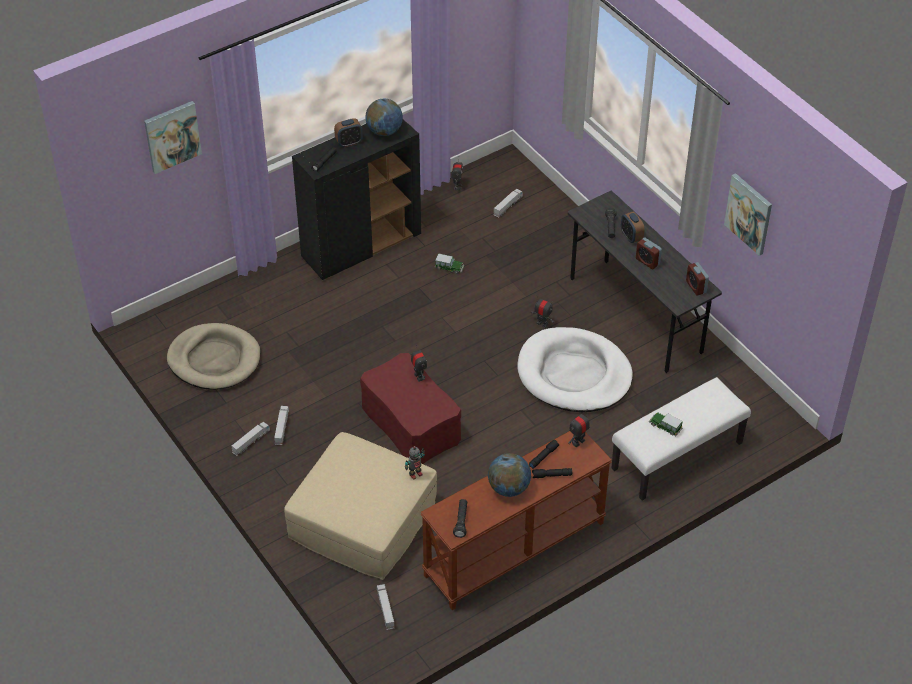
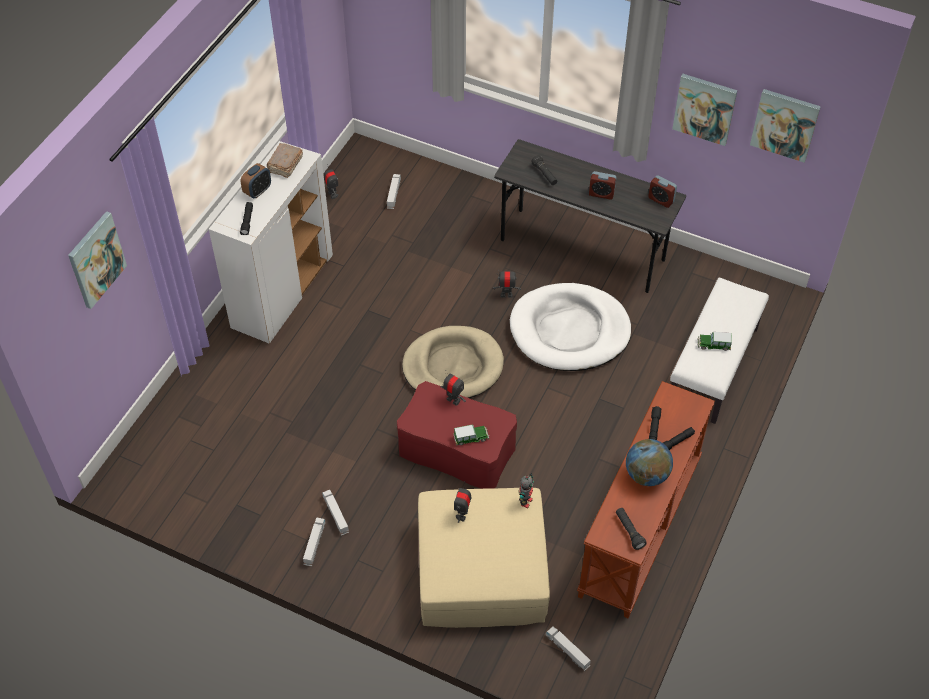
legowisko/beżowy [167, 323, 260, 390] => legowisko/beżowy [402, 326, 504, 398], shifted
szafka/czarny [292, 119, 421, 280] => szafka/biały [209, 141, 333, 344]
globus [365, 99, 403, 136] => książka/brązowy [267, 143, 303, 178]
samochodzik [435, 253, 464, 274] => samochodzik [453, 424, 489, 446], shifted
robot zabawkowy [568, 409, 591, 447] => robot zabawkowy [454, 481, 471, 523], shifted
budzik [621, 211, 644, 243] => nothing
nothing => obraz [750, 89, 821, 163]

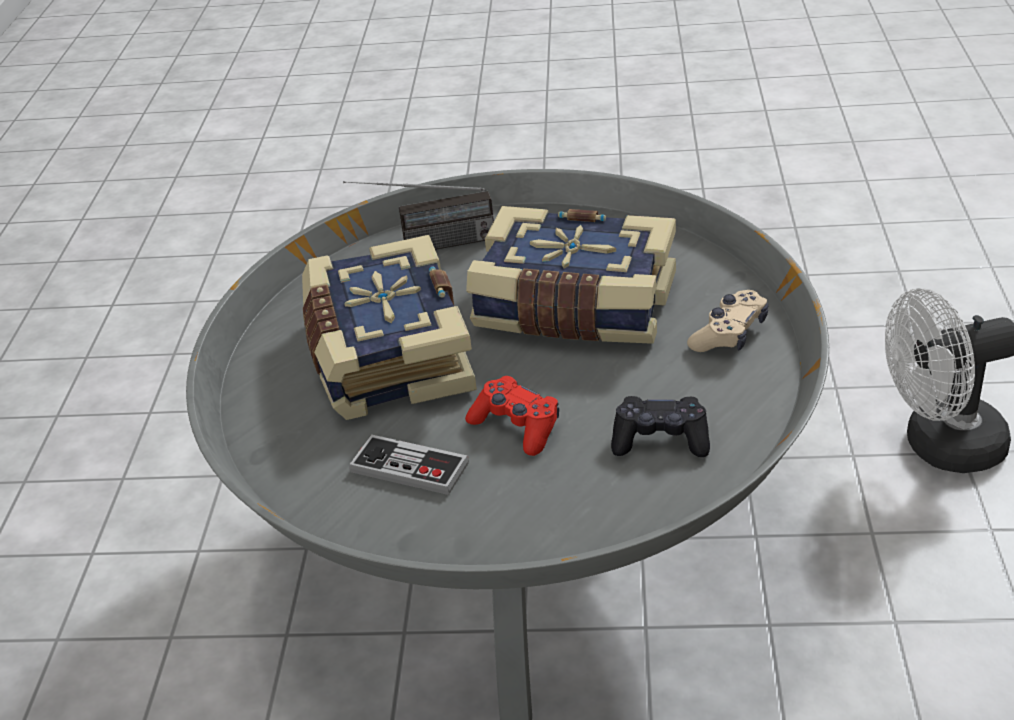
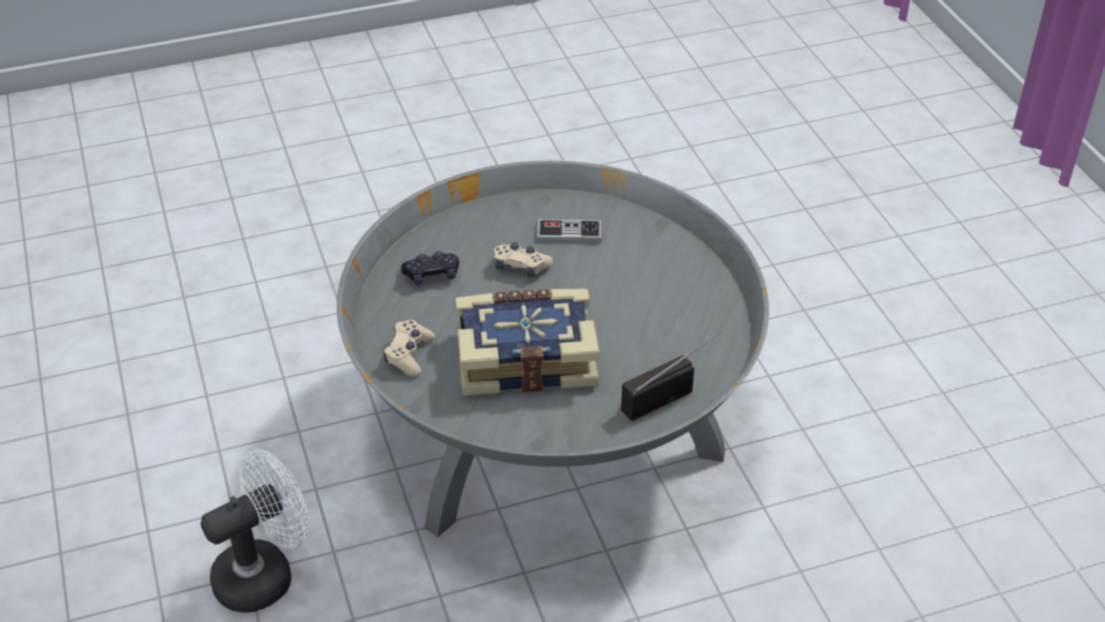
książka [302, 235, 477, 420] => nothing
pad do gier/czerwony [465, 376, 559, 456] => pad do gier/beżowy [494, 243, 553, 277]

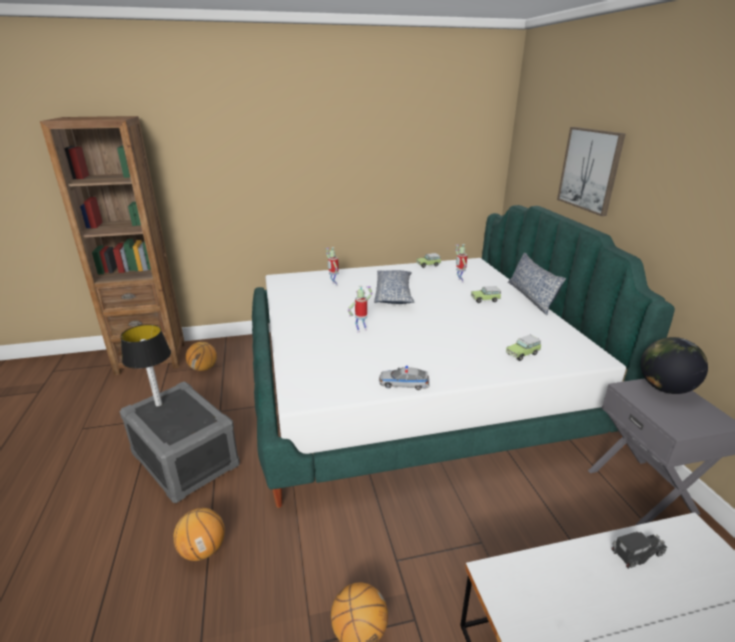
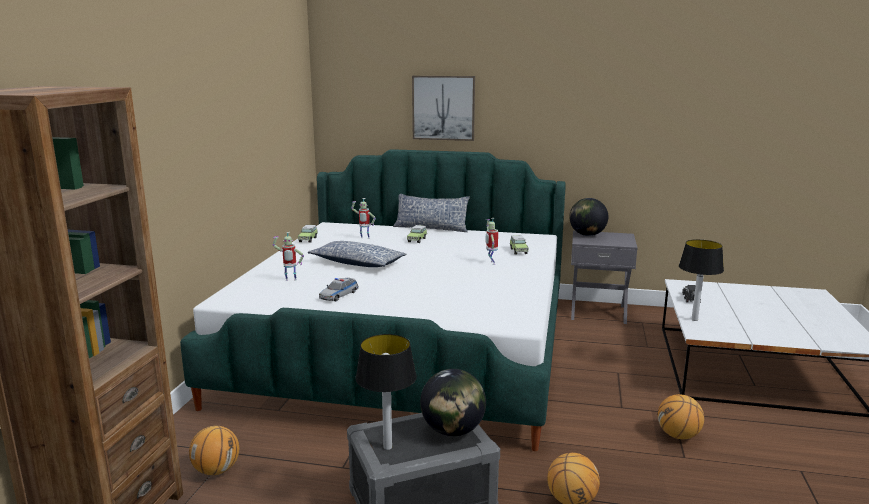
robot zabawkowy [348, 286, 373, 333] => robot zabawkowy [485, 218, 498, 265], shifted
samochodzik [379, 366, 430, 390] => samochodzik [319, 277, 359, 302], shifted
nothing => globus [420, 369, 486, 436]
nothing => lampa stołowa [679, 239, 724, 321]

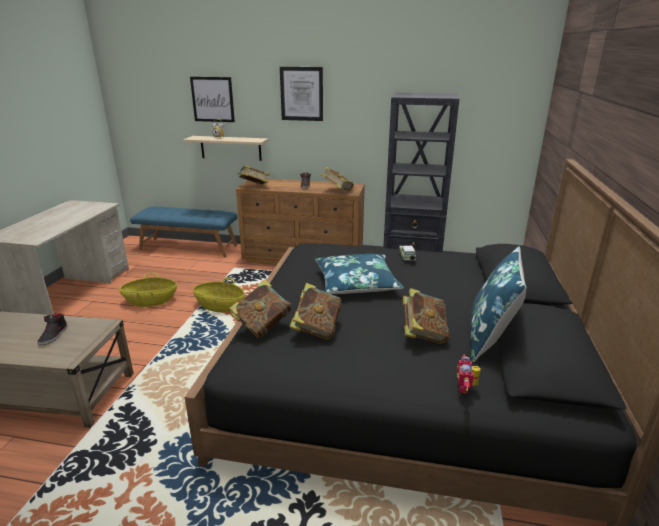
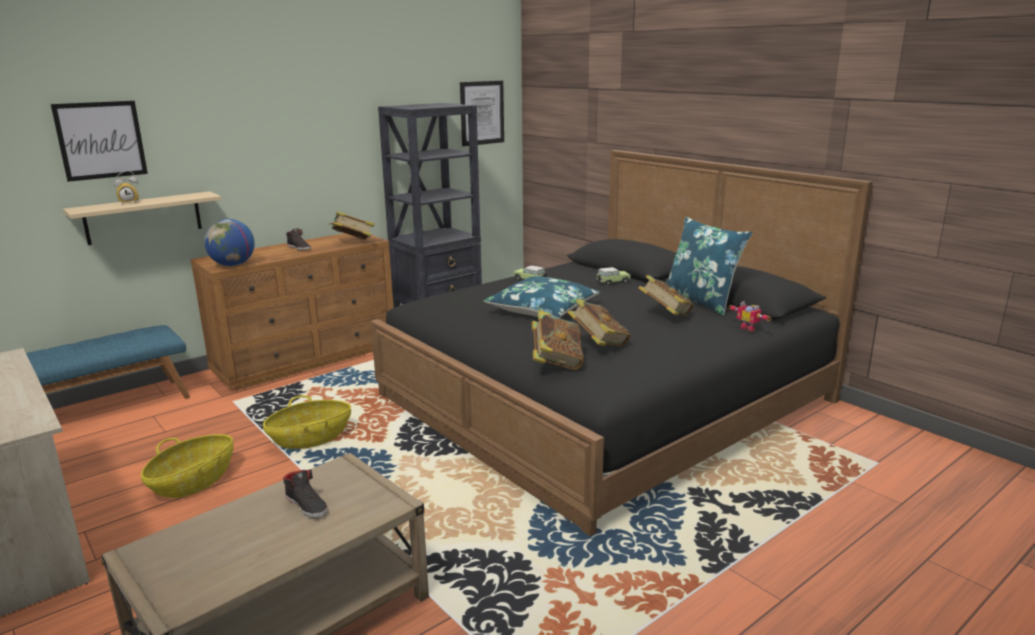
książka [237, 165, 270, 184] => globus [204, 219, 255, 266]
obraz [280, 67, 323, 121] => obraz [460, 80, 504, 146], shifted
nothing => samochodzik [597, 267, 631, 286]

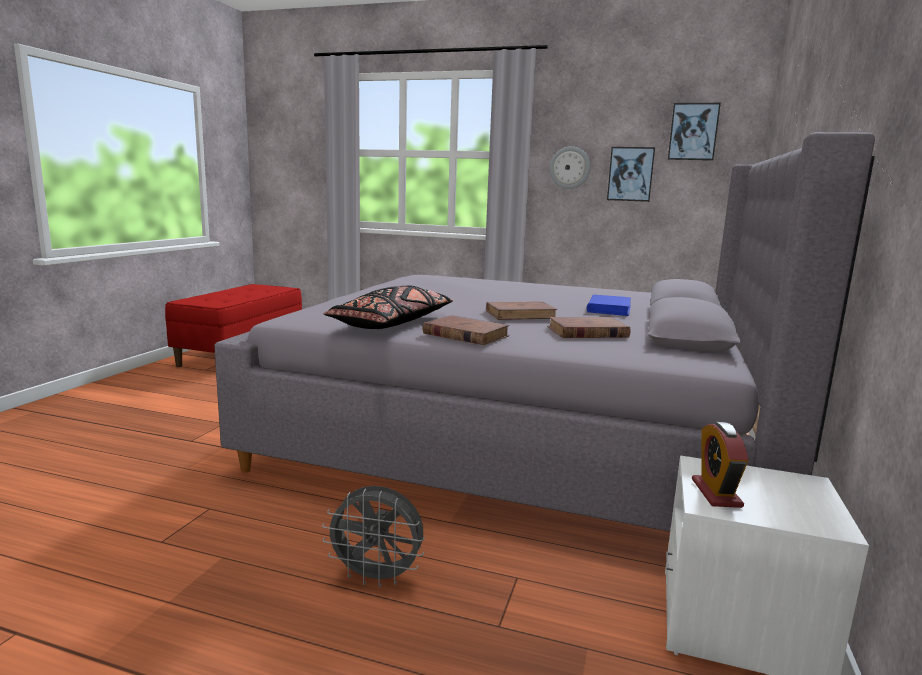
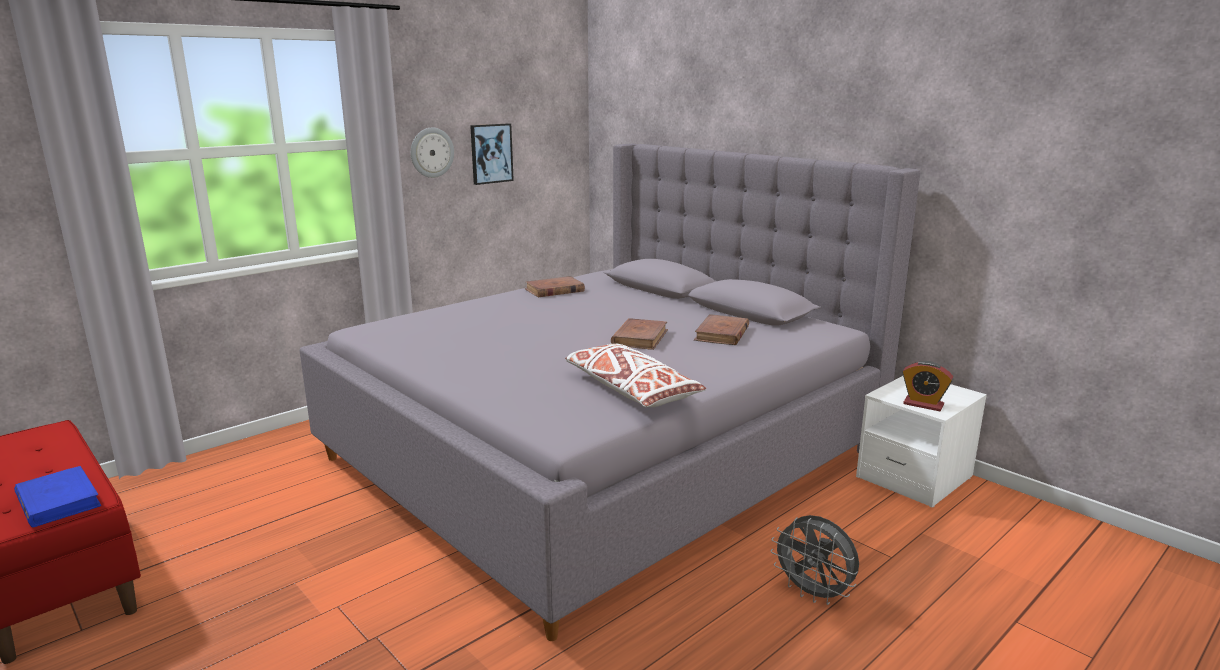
wentylator/szary [322, 486, 425, 588] => wentylator/szary [771, 515, 859, 605], 90 degrees clockwise
poduszka/czarny [324, 286, 453, 329] => poduszka/biały [565, 344, 706, 407]
książka/brązowy [423, 315, 510, 345] => książka/brązowy [525, 276, 585, 297], shifted
książka/niebieski [587, 295, 631, 316] => książka/niebieski [14, 466, 101, 528], shifted
obraz [668, 103, 721, 161] => nothing

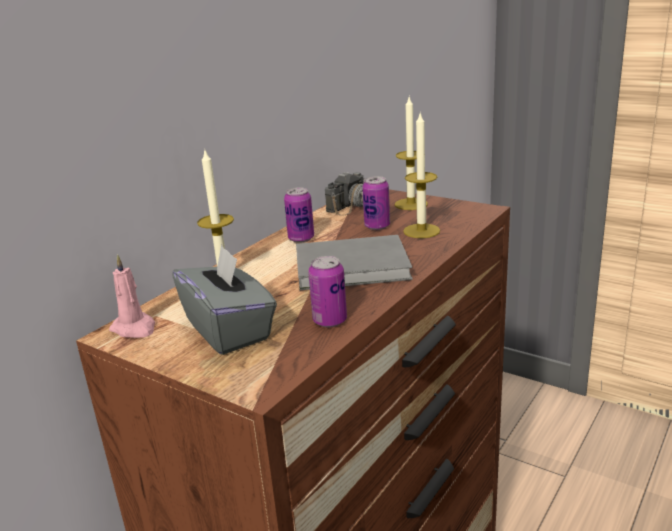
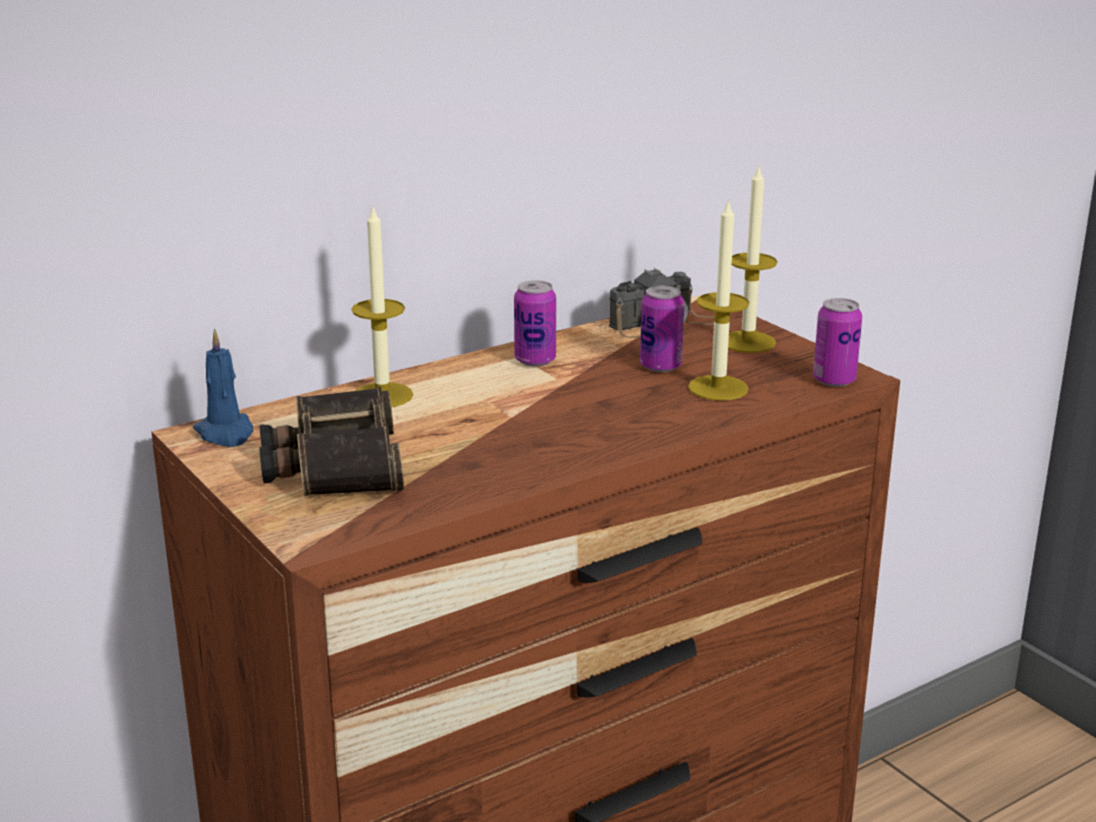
świeca/różowy [109, 254, 155, 338] => świeca/niebieski [193, 329, 253, 447]
pudełko chusteczek/szary [172, 244, 277, 355] => lornetka [260, 387, 404, 496]
książka/szary [296, 235, 413, 290] => nothing
puszka [308, 256, 347, 327] => puszka [813, 298, 862, 387], shifted

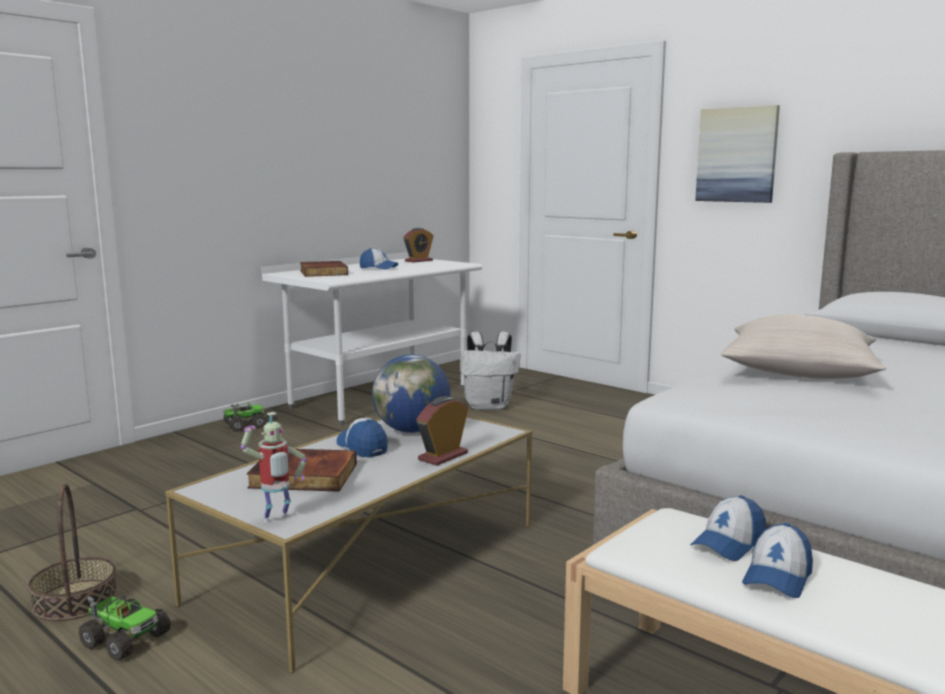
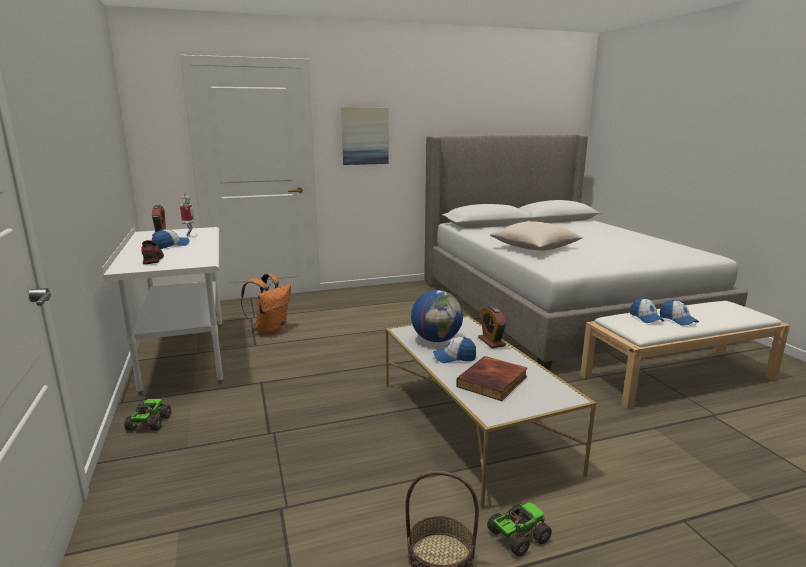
robot zabawkowy [241, 412, 307, 523] => robot zabawkowy [180, 192, 195, 238], shifted
książka [300, 261, 348, 277] => but [141, 240, 164, 264]
plecak/biały [460, 331, 520, 410] => plecak/pomarańczowy [241, 273, 291, 335]

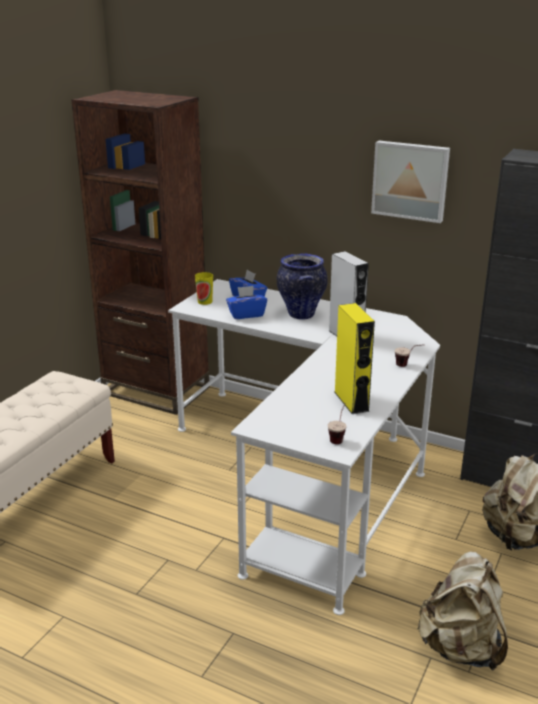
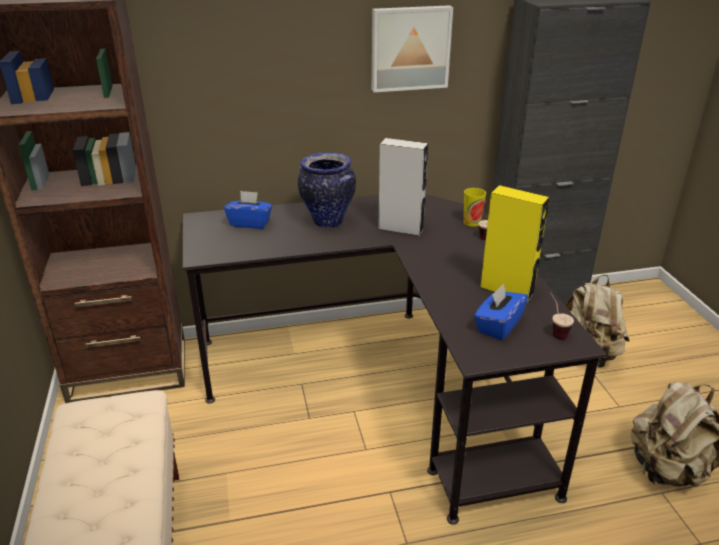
biurko/biały [168, 279, 440, 615] => biurko/czarny [183, 194, 607, 525]
filiżanka [195, 272, 213, 305] => filiżanka [464, 188, 486, 226], shifted
pudełko chusteczek/niebieski [226, 286, 267, 319] => pudełko chusteczek/niebieski [474, 284, 528, 340], shifted

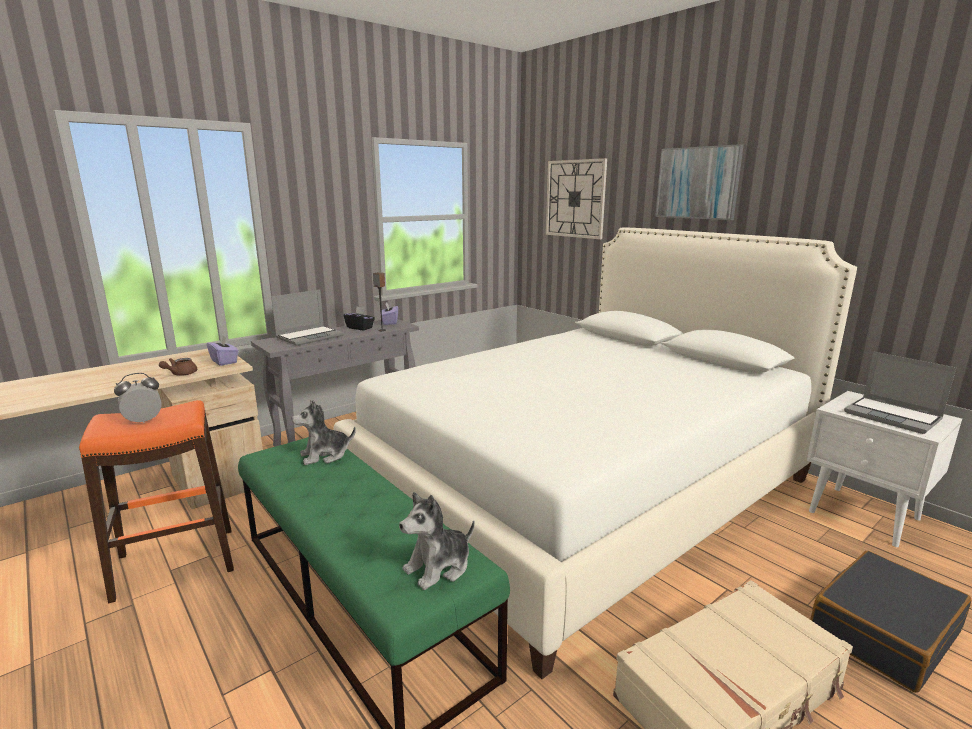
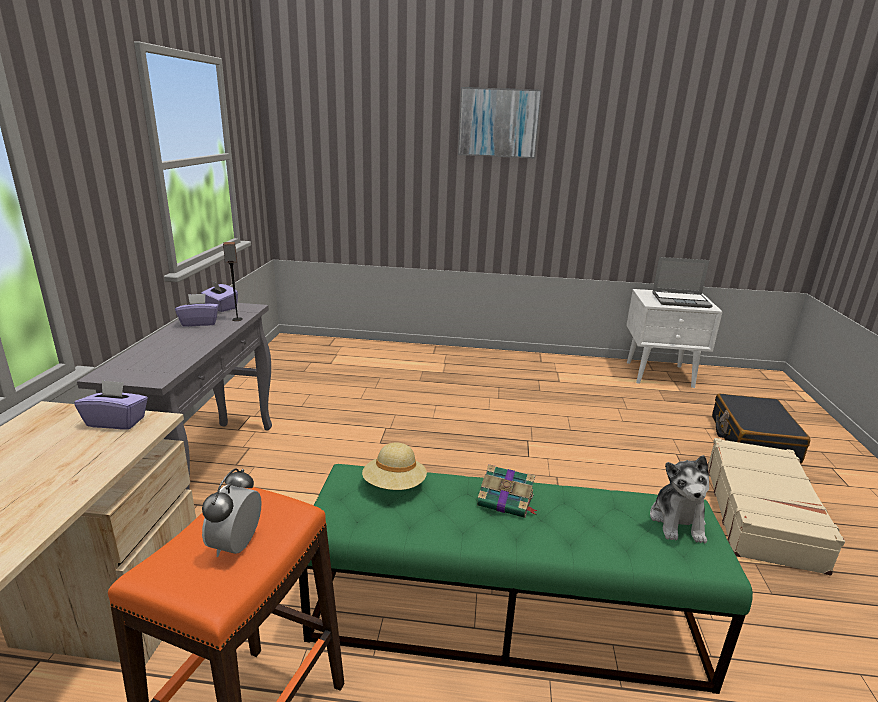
imbryk/brązowy [159, 358, 197, 376] => nothing
laptop [271, 289, 344, 346] => nothing
pluszak [292, 400, 356, 465] => kapelusz/beżowy [362, 442, 427, 490]
łóżko/biały [334, 227, 857, 679] => nothing
pudełko chusteczek/czarny [343, 307, 375, 330] => pudełko chusteczek/fioletowy [175, 294, 219, 327]
zegar ścienny [546, 158, 607, 239] => nothing
nothing => książka [477, 464, 538, 518]

